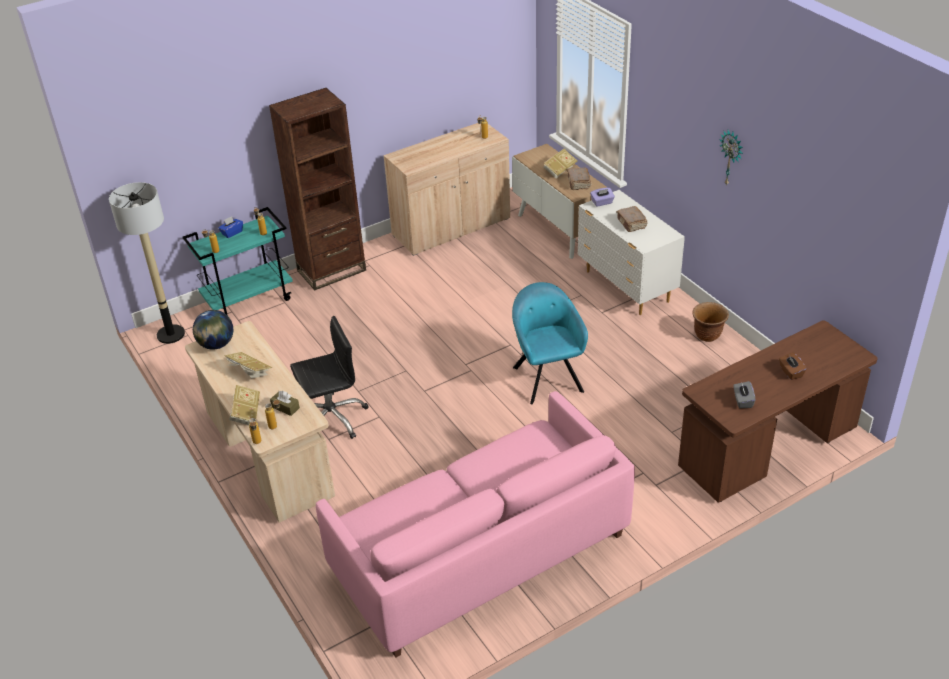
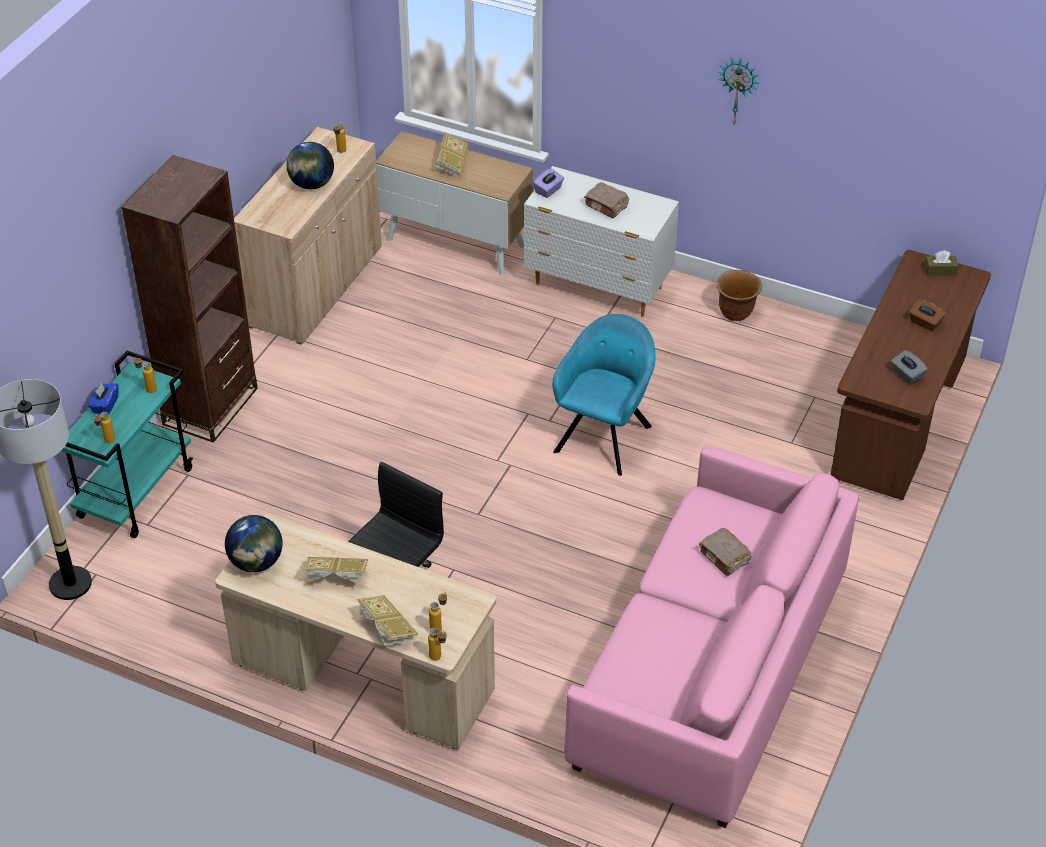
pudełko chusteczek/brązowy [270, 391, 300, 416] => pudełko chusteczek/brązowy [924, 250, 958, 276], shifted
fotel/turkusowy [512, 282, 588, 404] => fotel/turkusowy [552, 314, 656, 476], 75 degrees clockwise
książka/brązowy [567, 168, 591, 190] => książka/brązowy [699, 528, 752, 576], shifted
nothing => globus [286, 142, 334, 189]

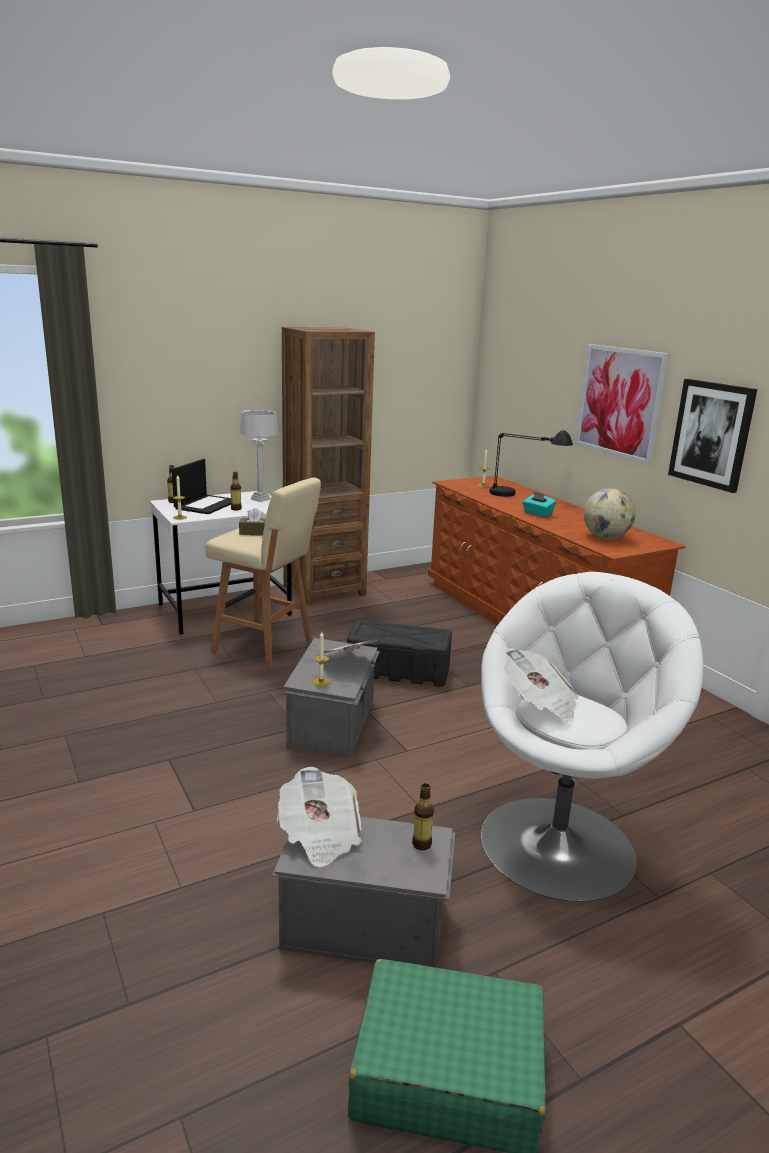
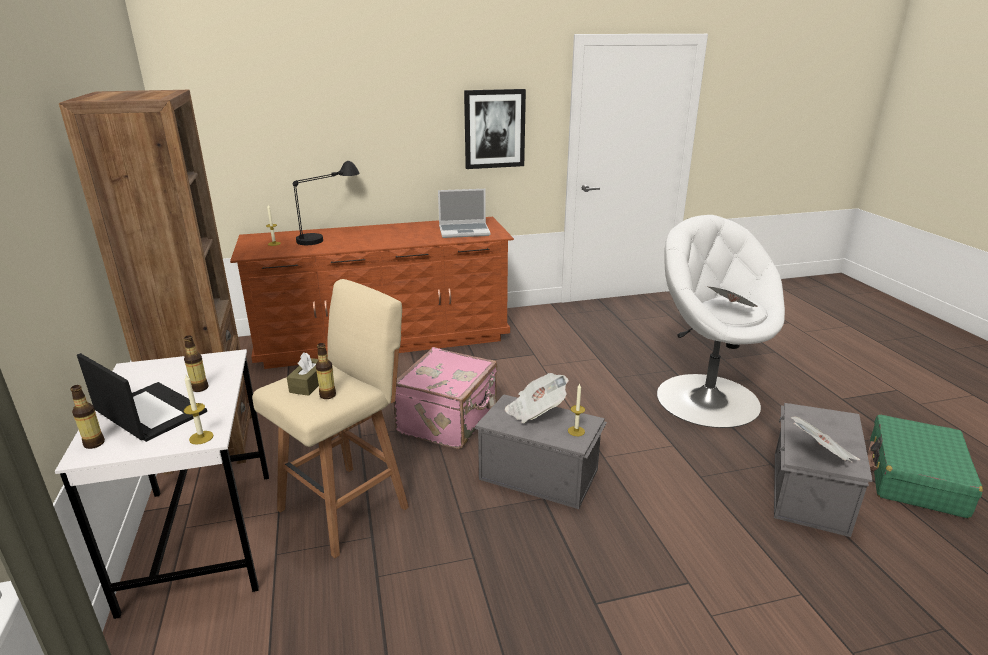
lampa stołowa/szary [240, 410, 279, 502] => nothing
pojemnik do przechowywania/czarny [347, 620, 452, 687] => walizka/różowy [394, 347, 497, 449]
butelka [412, 783, 434, 850] => butelka [316, 343, 336, 399], shifted
pudełko chusteczek/turkusowy [523, 491, 556, 517] => nothing
obraz [575, 344, 669, 465] => nothing
globus [584, 488, 636, 539] => laptop [438, 189, 491, 238]

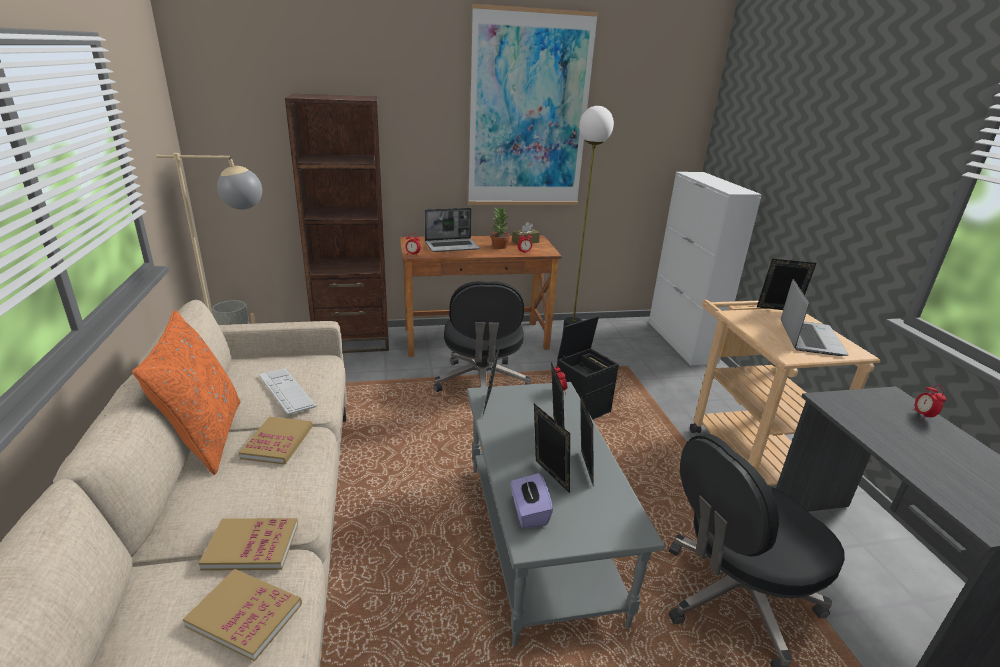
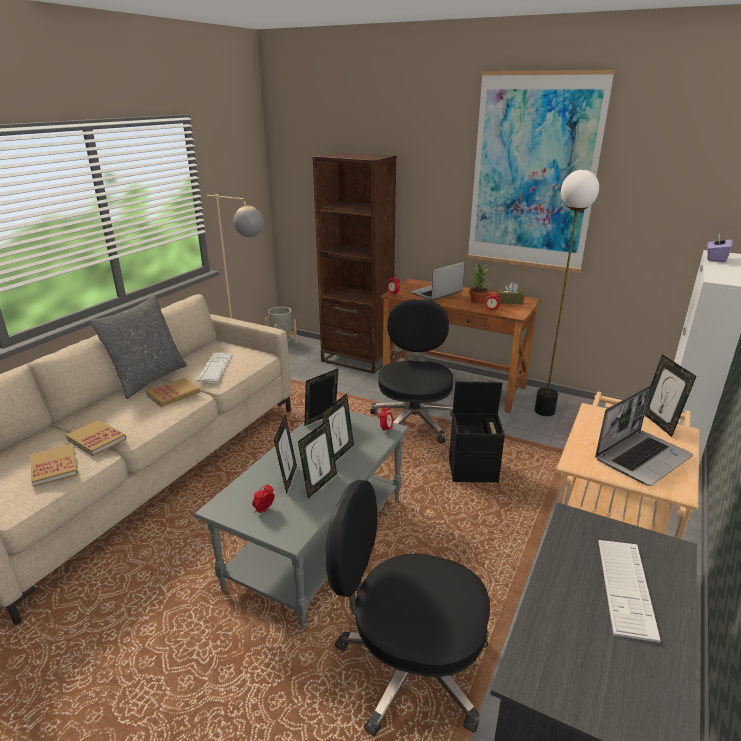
poduszka/pomarańczowy [132, 310, 241, 475] => poduszka/szary [89, 294, 187, 399]
laptop [424, 208, 480, 252] => laptop [410, 261, 465, 301], 120 degrees clockwise
krzesło biurowe/czarny [434, 281, 531, 392] => krzesło biurowe/czarny [370, 299, 453, 444], 150 degrees clockwise
pudełko chusteczek/fioletowy [510, 473, 553, 528] => pudełko chusteczek/fioletowy [707, 233, 733, 262], shifted
ramka na zdjęcie [757, 259, 817, 310] => ramka na zdjęcie [645, 354, 697, 437], 150 degrees counterclockwise
budzik [912, 385, 946, 420] => budzik [252, 484, 275, 513], shifted
nothing => klawiatura [598, 540, 661, 642]

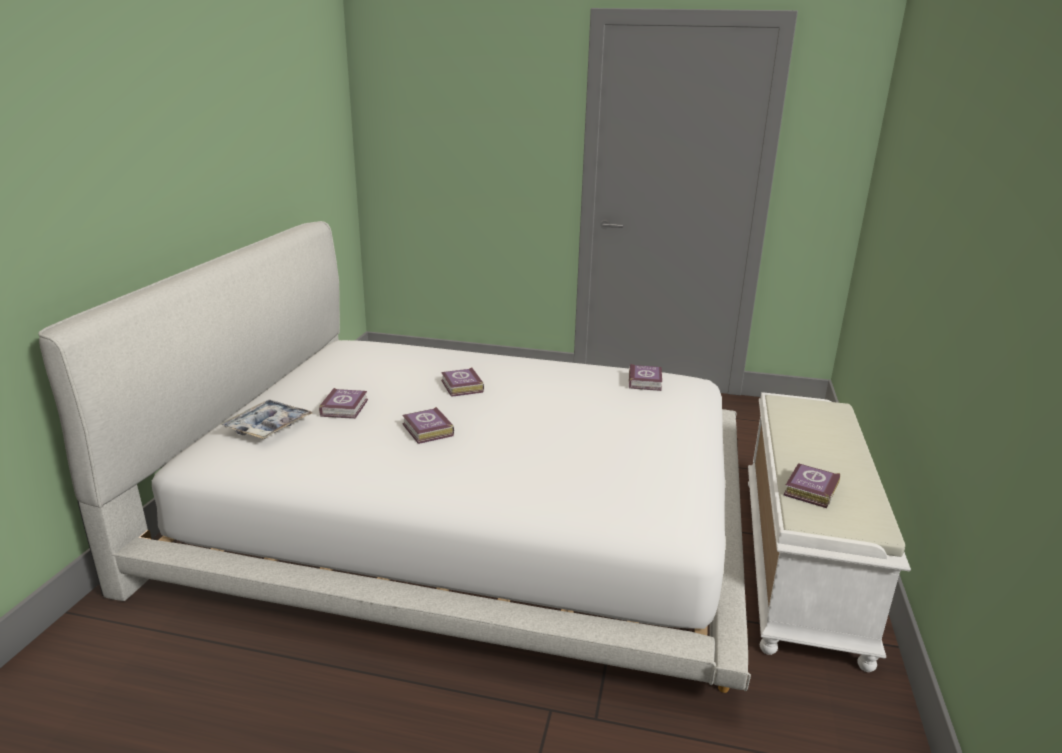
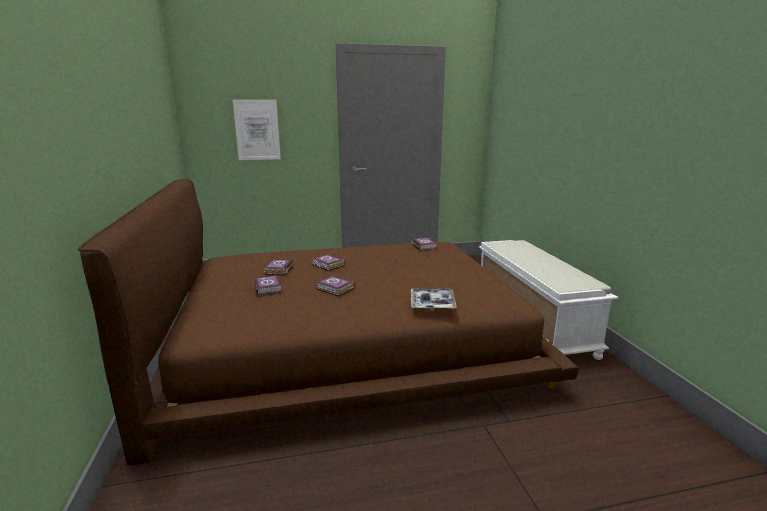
łóżko/biały [38, 221, 751, 693] => łóżko/brązowy [78, 179, 580, 465]
taca [220, 400, 312, 439] => taca [411, 288, 457, 311], shifted
książka [784, 463, 840, 508] => książka [263, 260, 294, 275], shifted
nothing => obraz [233, 99, 281, 160]

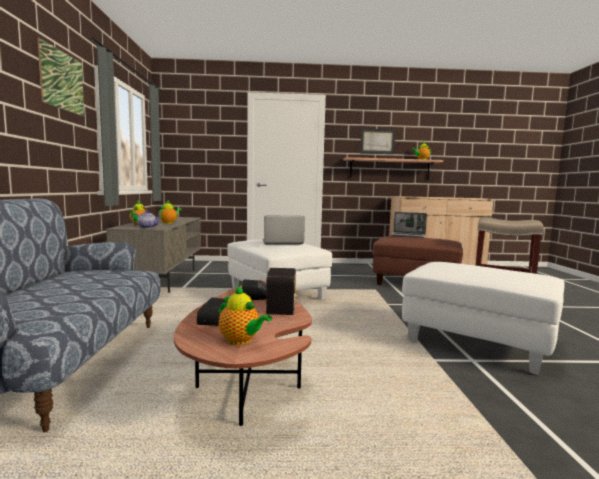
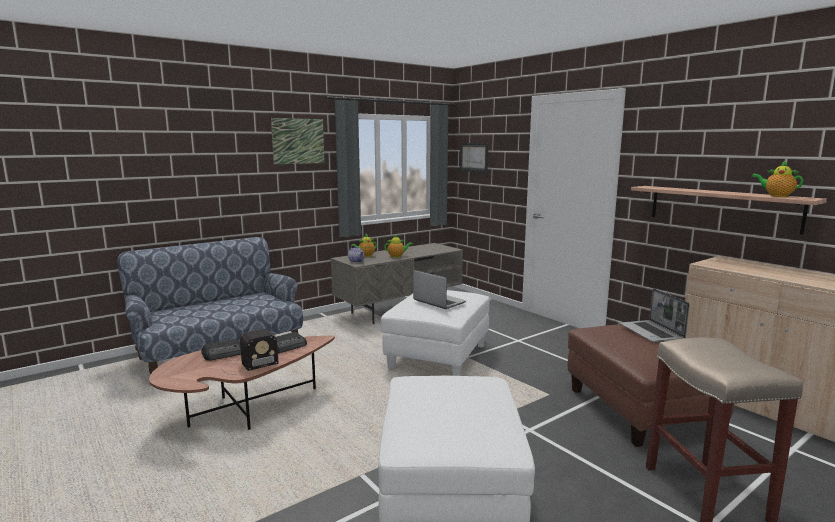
imbryk [219, 285, 272, 345] => nothing
obraz [360, 128, 395, 154] => obraz [460, 143, 488, 173], shifted

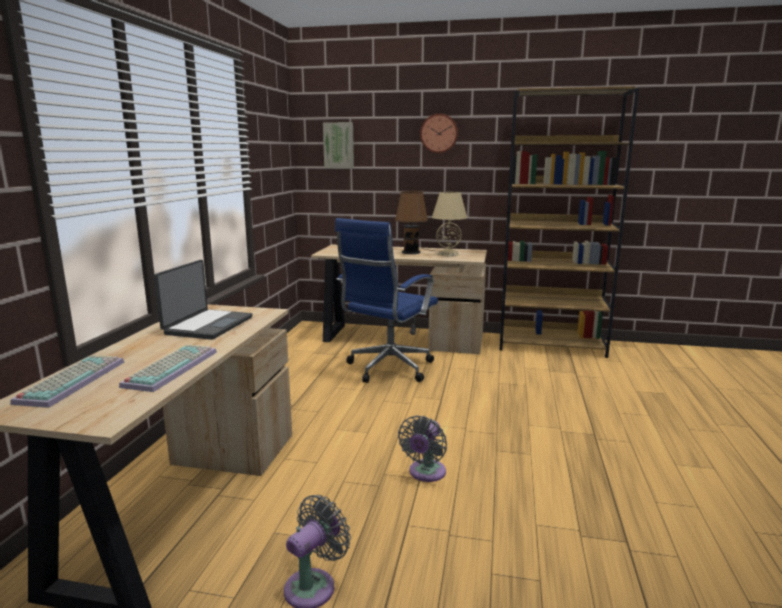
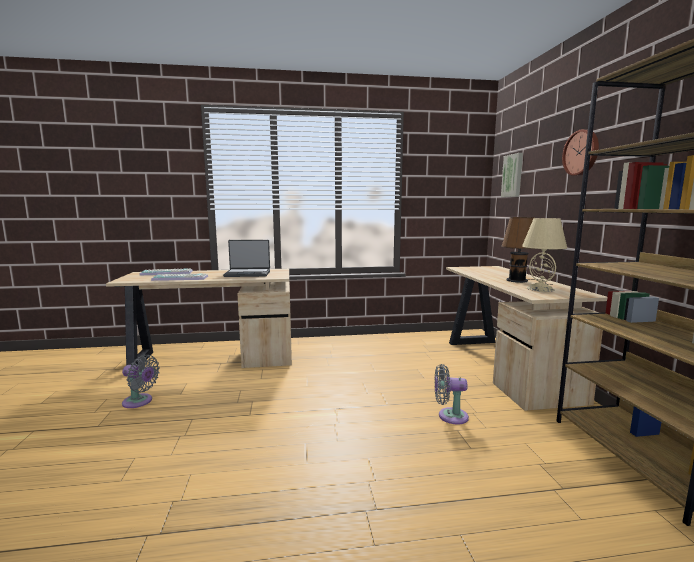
krzesło biurowe/niebieski [335, 218, 438, 383] => nothing
wentylator/szary [398, 415, 447, 482] => wentylator/szary [434, 364, 469, 424], shifted

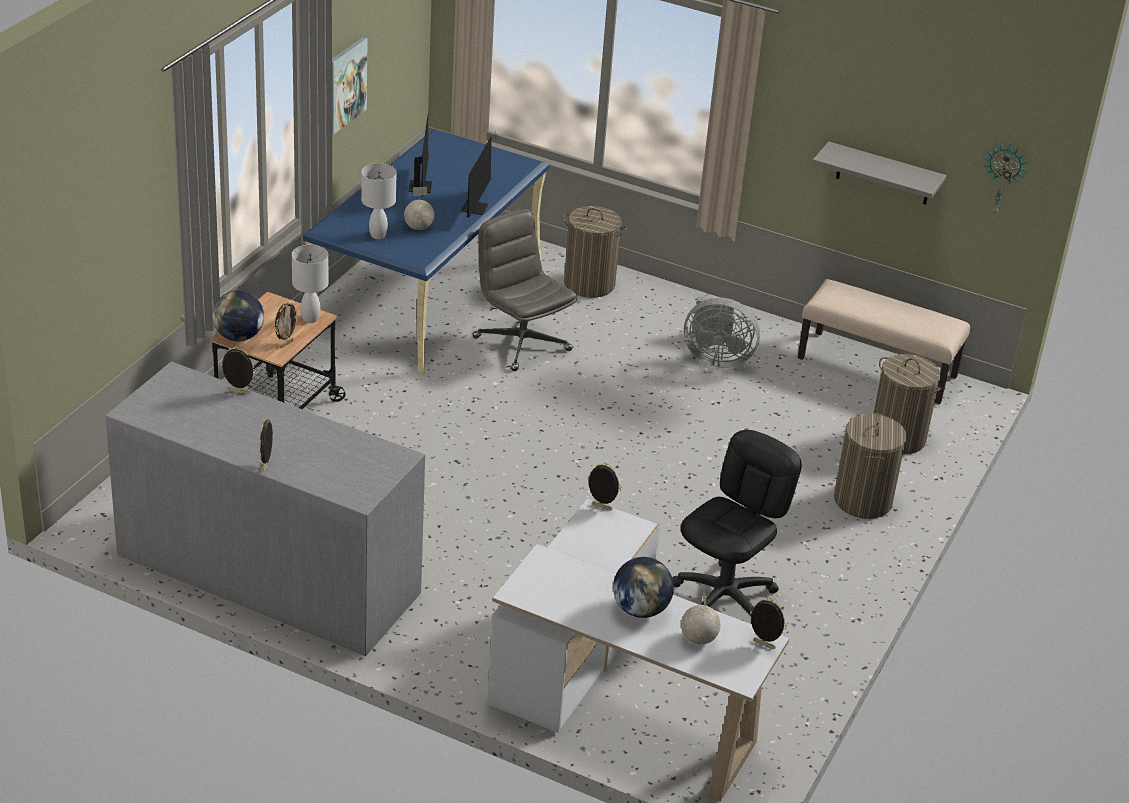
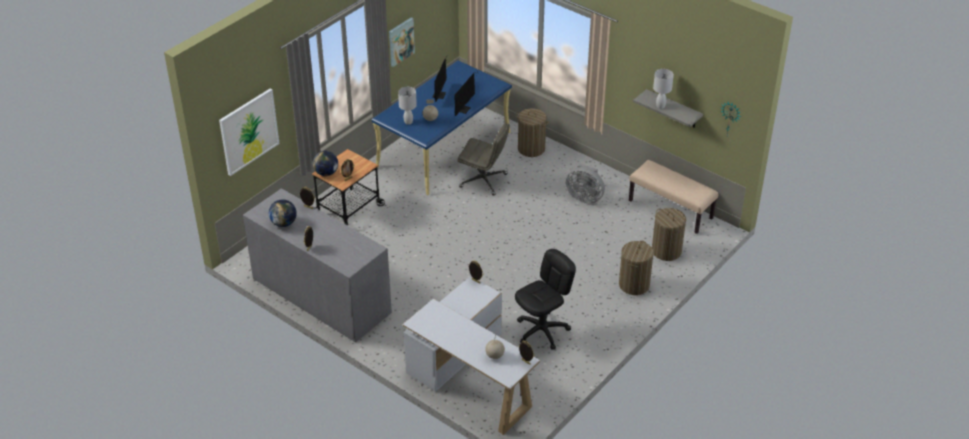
lampa stołowa/biały [292, 245, 328, 323] => lampa stołowa/biały [653, 69, 674, 109], shifted
krzesło biurowe/szary [473, 209, 577, 371] => krzesło biurowe/szary [458, 123, 510, 196], 135 degrees clockwise
globus [613, 557, 674, 618] => globus [269, 199, 297, 227], shifted
nothing => obraz [219, 88, 279, 176]

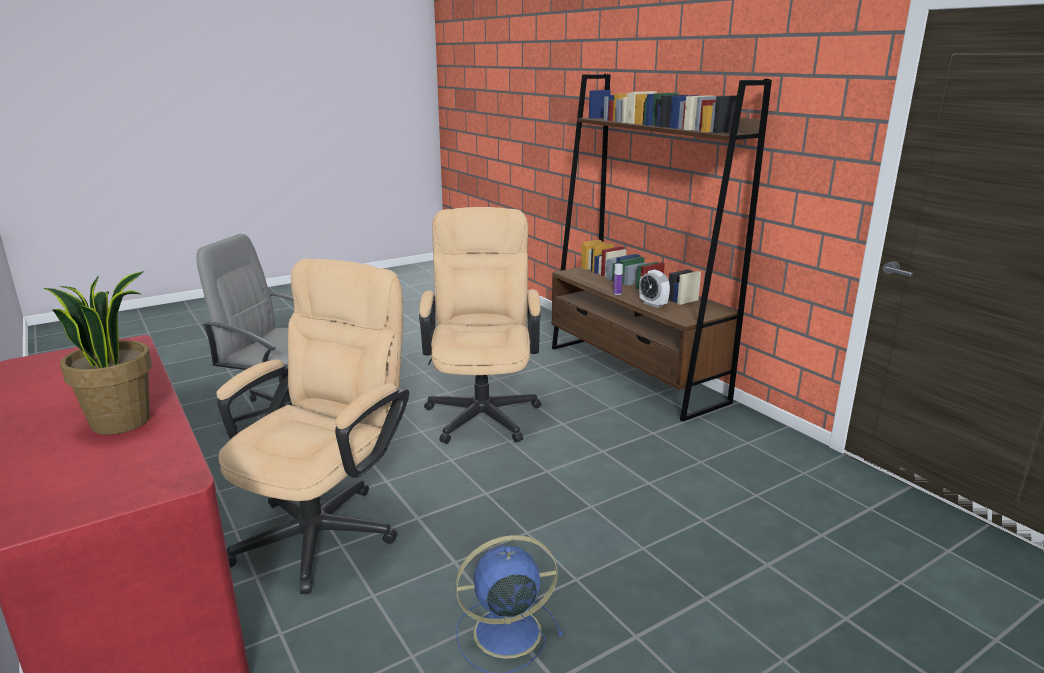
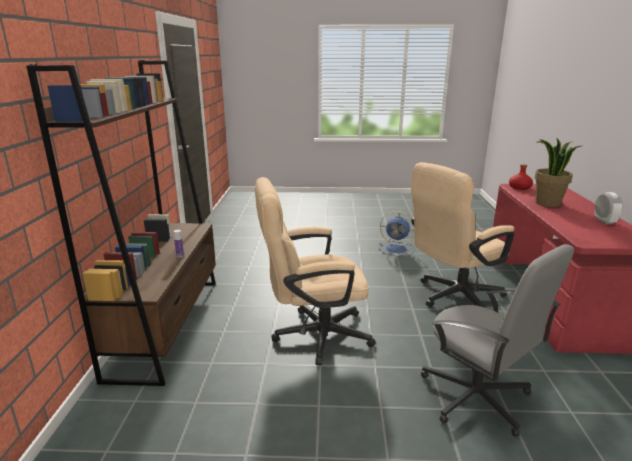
krzesło biurowe/beżowy [419, 207, 541, 444] => krzesło biurowe/beżowy [255, 177, 376, 365], 45 degrees clockwise
budzik [639, 270, 670, 308] => budzik [594, 192, 623, 224], shifted
nothing => butelka/czerwony [509, 164, 533, 190]

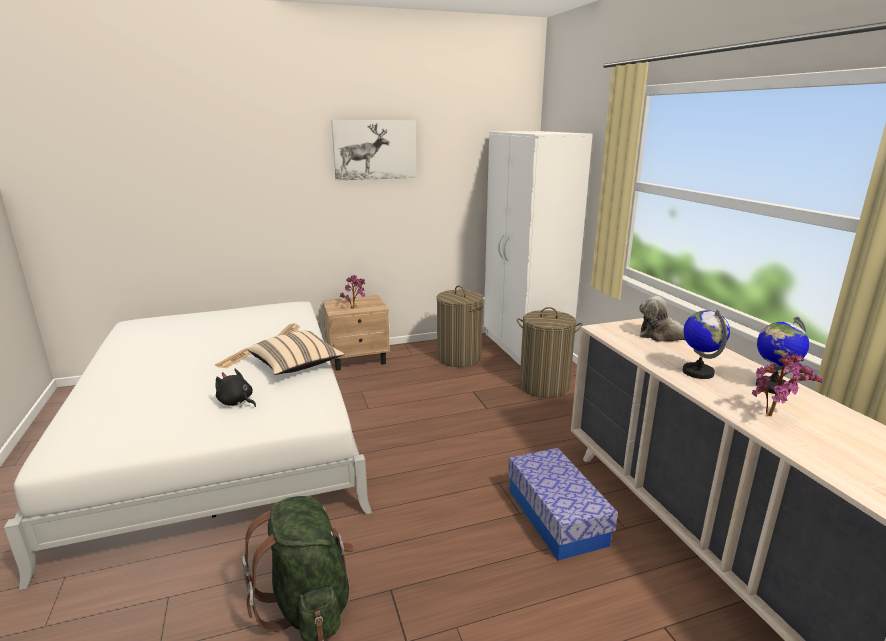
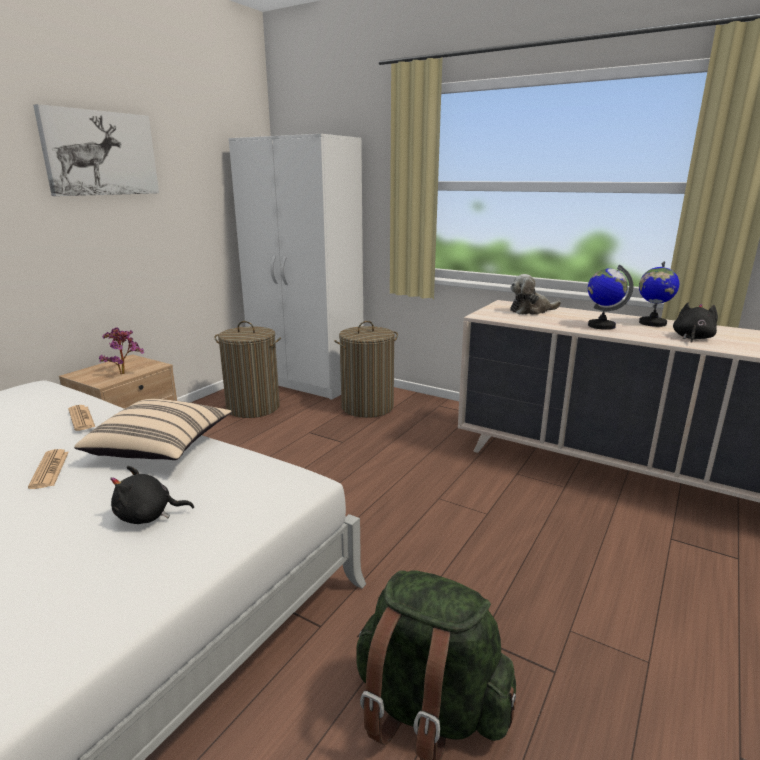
pojemnik do przechowywania [508, 448, 618, 561] => nothing
roślina doniczkowa [752, 353, 823, 417] => pluszak/czarny [673, 303, 718, 343]

